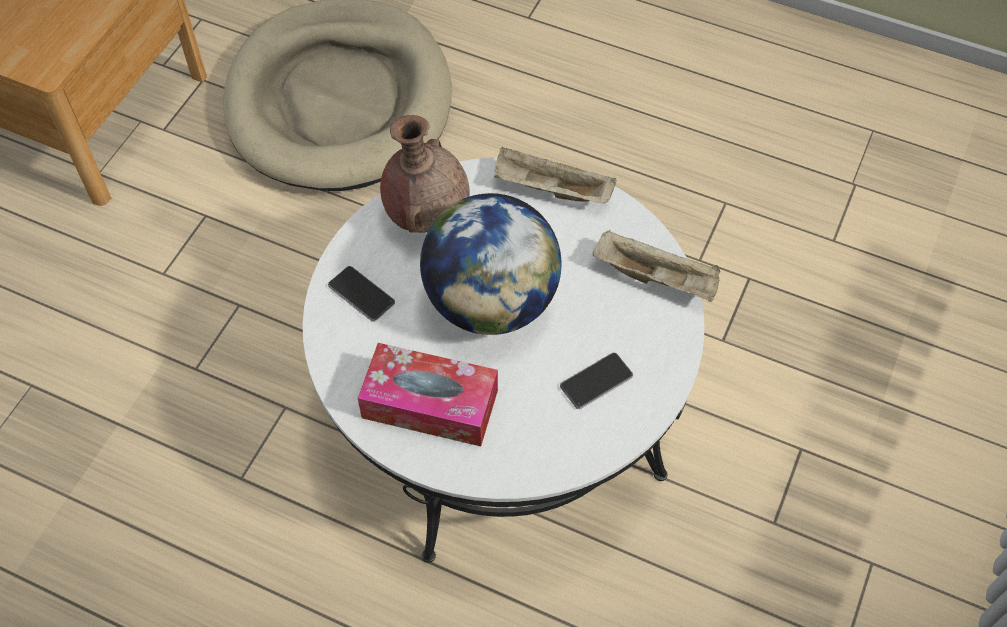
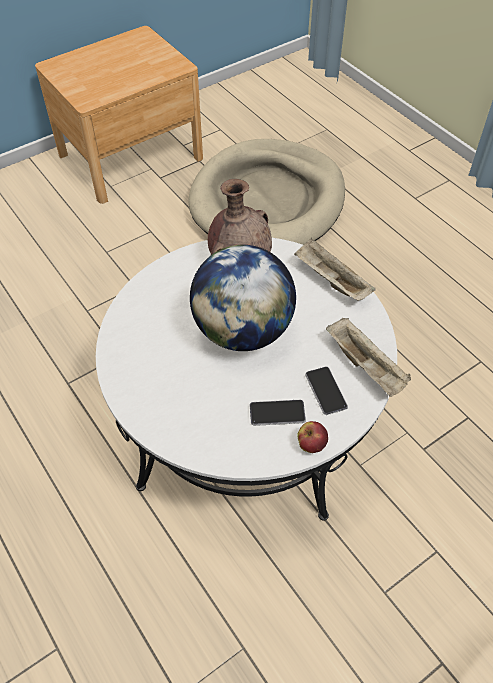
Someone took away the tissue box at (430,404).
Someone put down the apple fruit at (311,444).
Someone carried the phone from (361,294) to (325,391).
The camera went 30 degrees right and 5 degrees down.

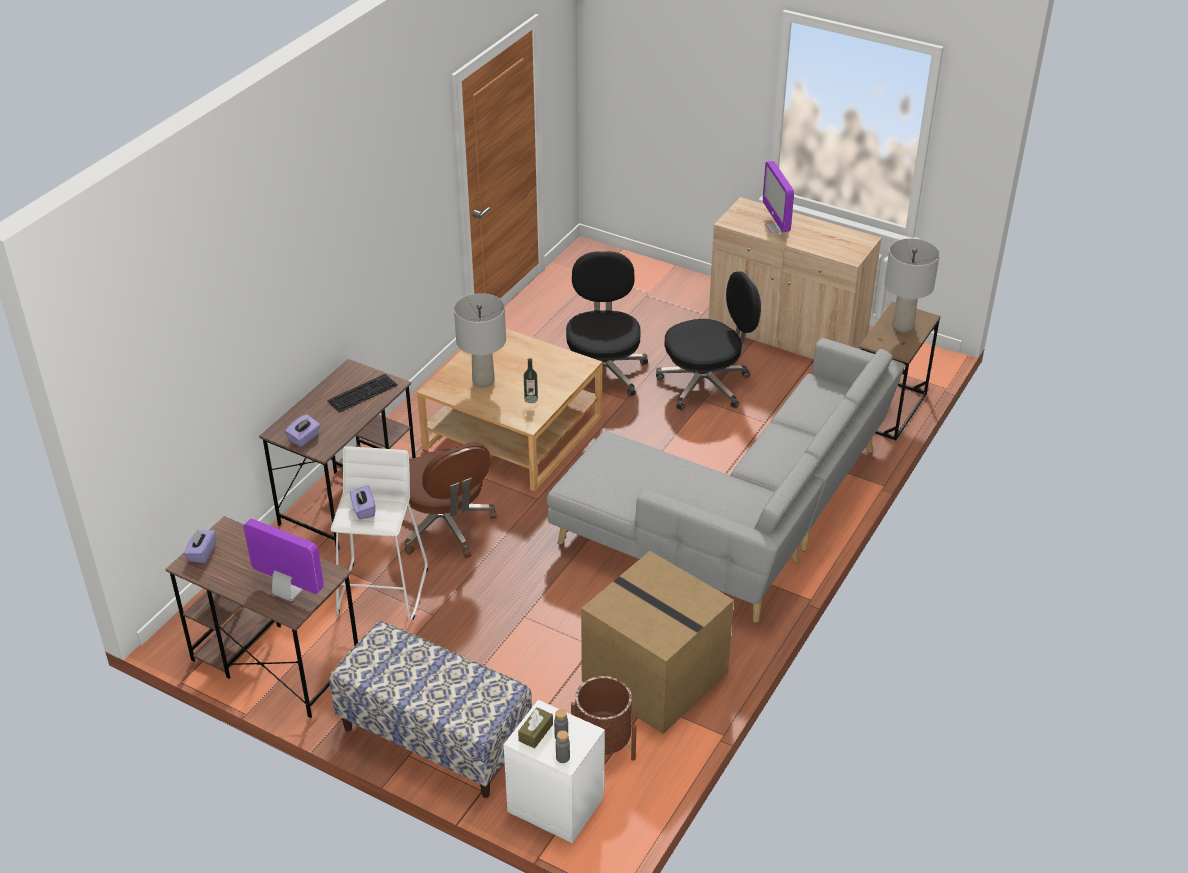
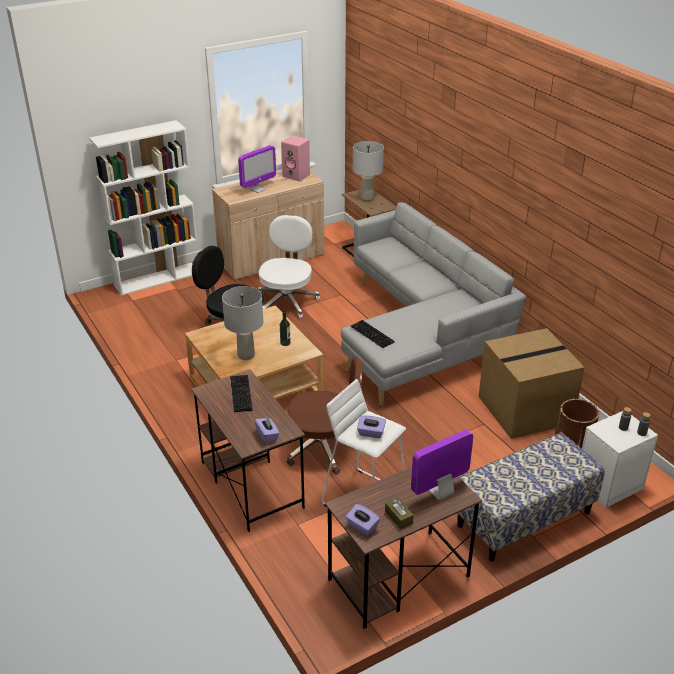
Someone put down the bookshelf in white-coloured at (157,278).
Someone put down the speaker in pink-coloured at (296,175).
Someone put down the keyboard at (373,334).
Someone carried the tissue box in brown-coloured from (535,732) to (398,517).
Someone repainted the desk chair in blackish at (706,385), which became the desk chair in white-coloured at (287,301).
Someone rotated the computer screen at (776,228) by 60 degrees counterclockwise.
The camera went 60 degrees left and 5 degrees down.

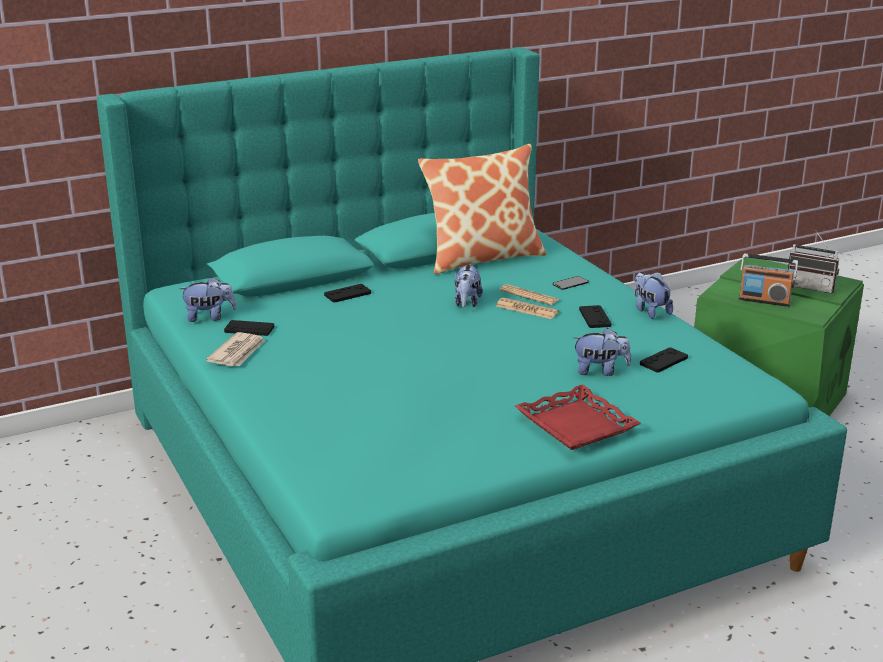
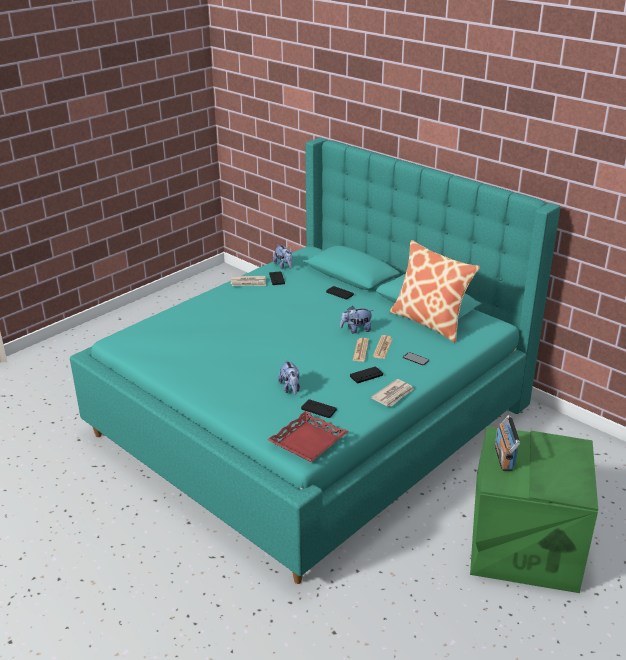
Someone took away the radio at (811,287).
Someone carried the carrying tray in red-coloured from (575,425) to (307,441).
Someone swapped the cuddly toy at (650,311) for the newspaper at (393,395).
The camera went 70 degrees right and 5 degrees up.

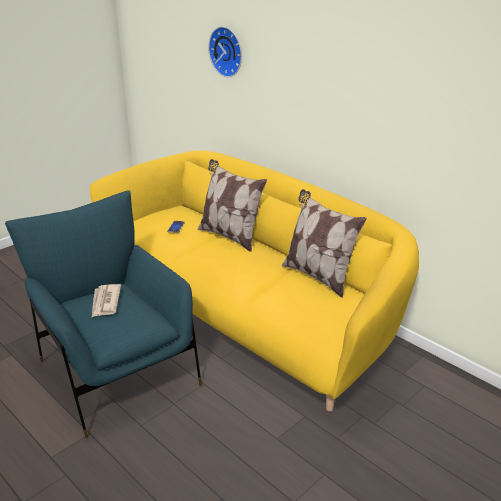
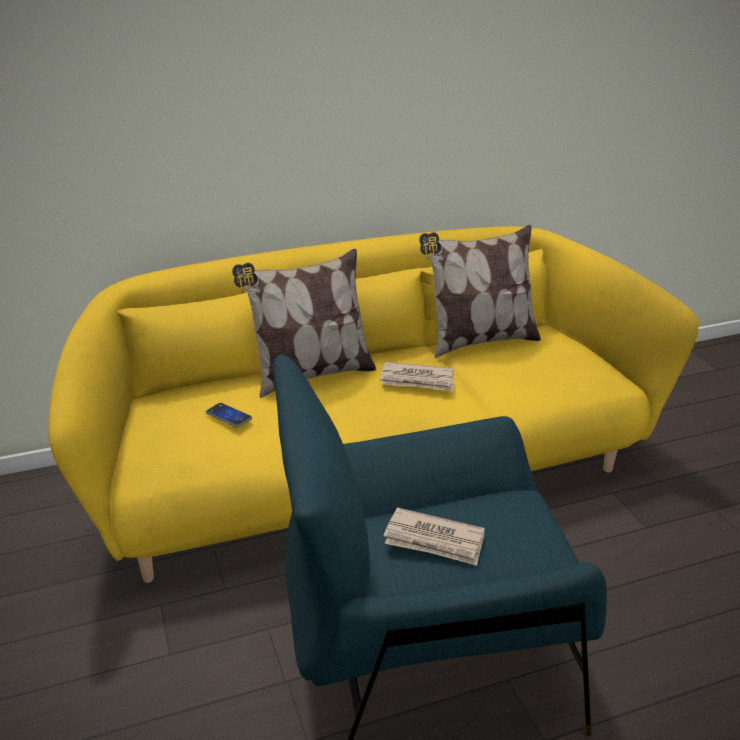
Someone took away the hanging clock at (227,51).
Someone put down the newspaper at (418,380).
The camera went 65 degrees left and 0 degrees up.

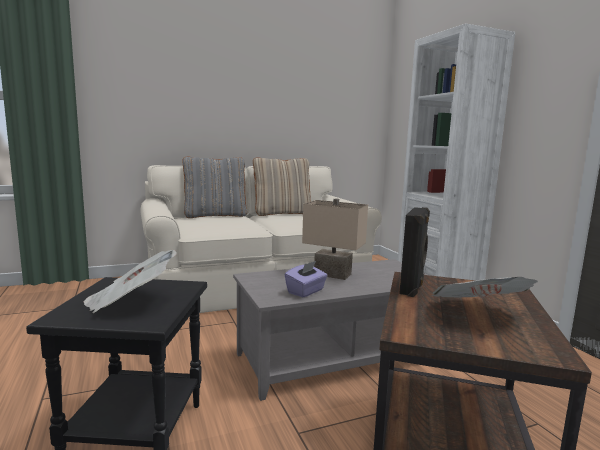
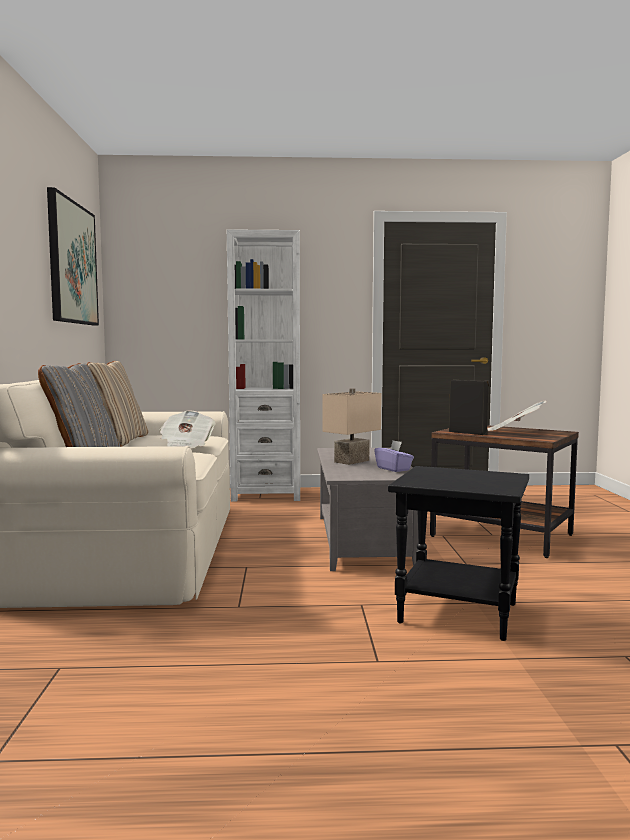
Someone put up the wall art at (72,263).
Someone carried the newspaper from (130,302) to (186,446).
The camera went 70 degrees left and 5 degrees down.

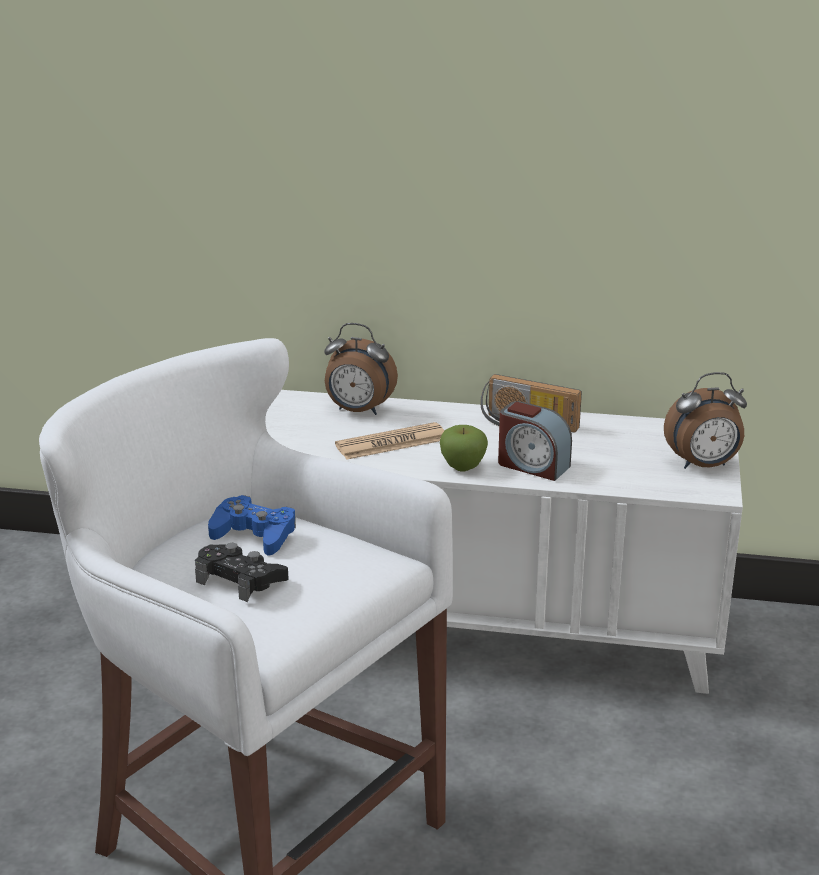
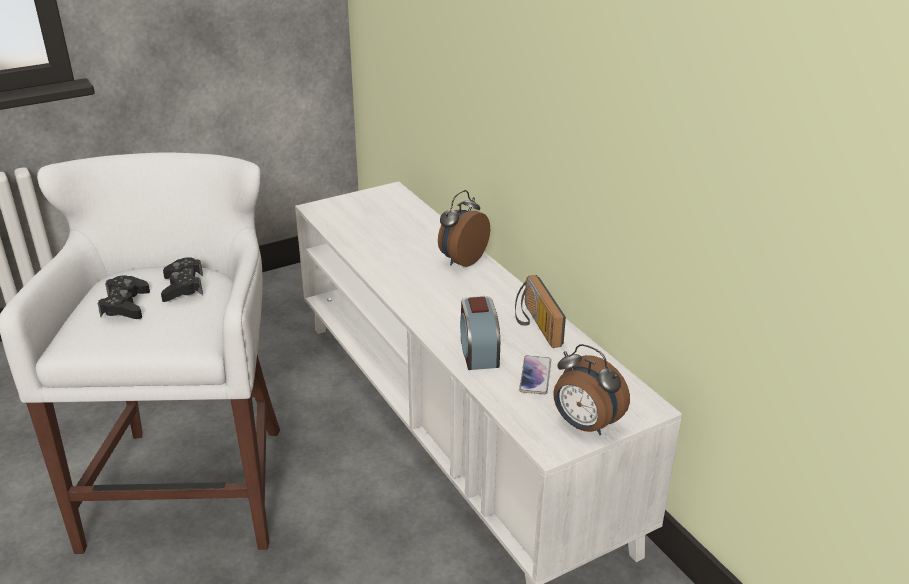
Someone took away the newspaper at (391,443).
Someone took away the apple fruit at (463,467).
Someone put down the phone at (535,376).
Someone repainted the game controller in blue-coloured at (254,534), which became the game controller in blackish at (183,287).
Someone rotated the table clock at (358,411) by 60 degrees clockwise.
The camera went 50 degrees right and 5 degrees up.

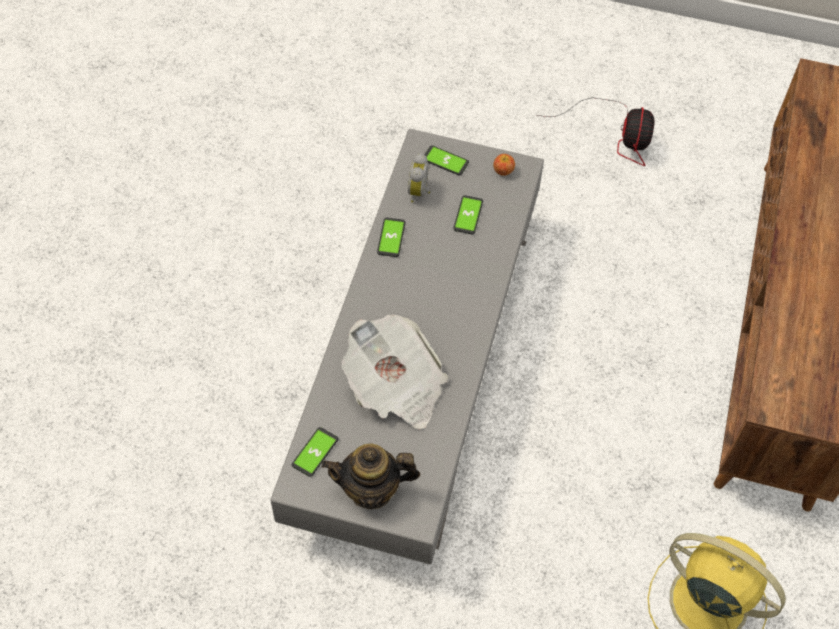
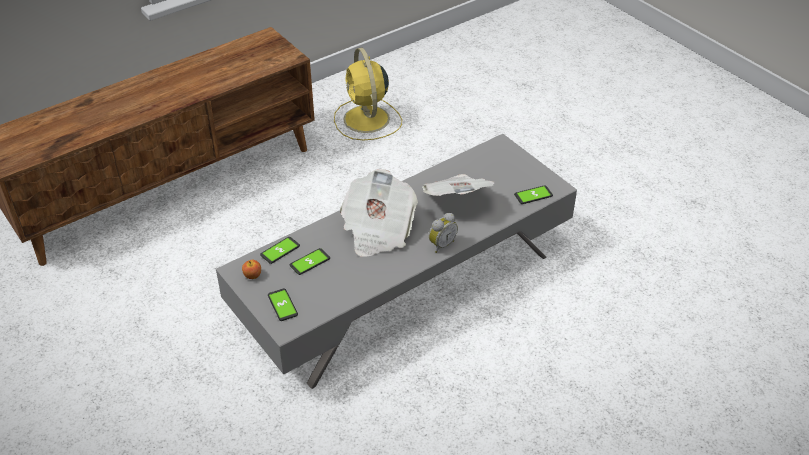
Someone took away the tea pot at (371,489).
Someone took away the electric fan at (617,135).
Someone put down the newspaper at (377,230).
Someone carried the phone from (391,238) to (280,250).
Someone carried the table clock from (420,191) to (441,244).
The camera went 140 degrees left and 15 degrees down.

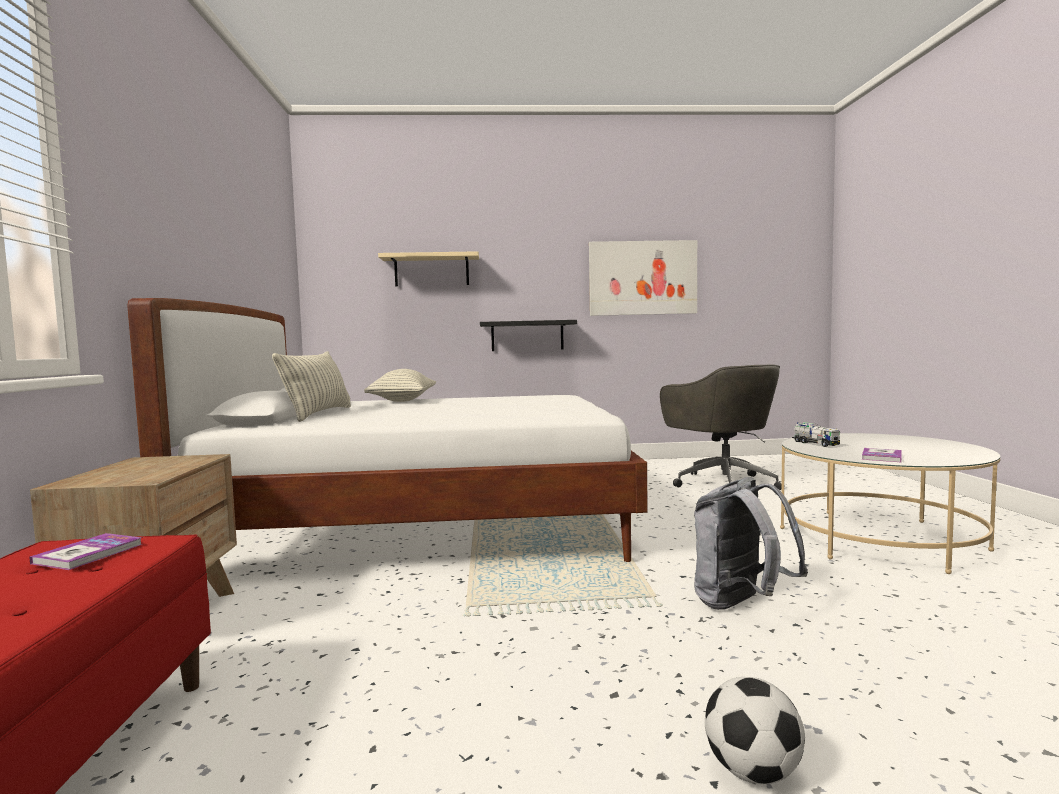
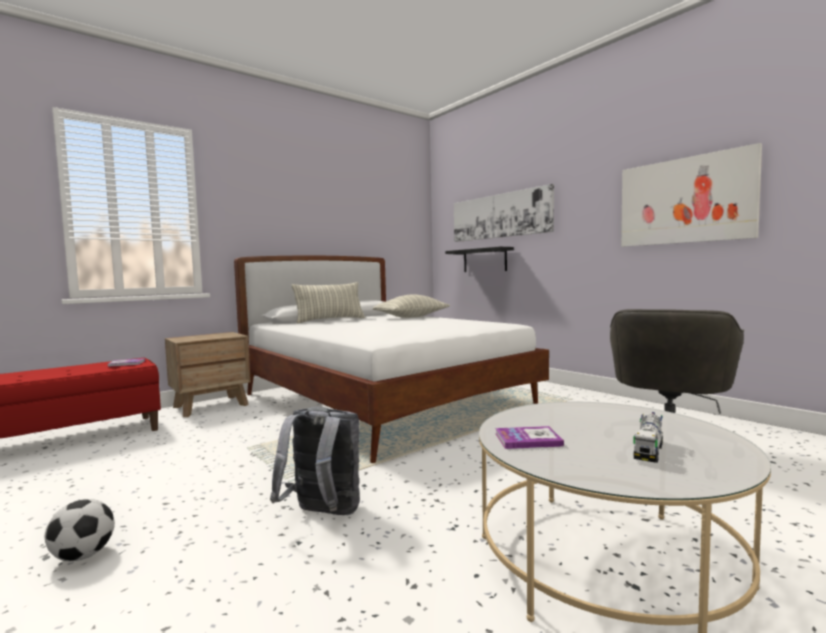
Someone carried the bracket shelf in blackish from (527,336) to (484,260).
Someone carried the toy lorry from (815,443) to (648,451).
Someone swapped the bracket shelf in beige-coloured at (431,271) for the wall art at (499,216).
The camera went 55 degrees right and 0 degrees up.

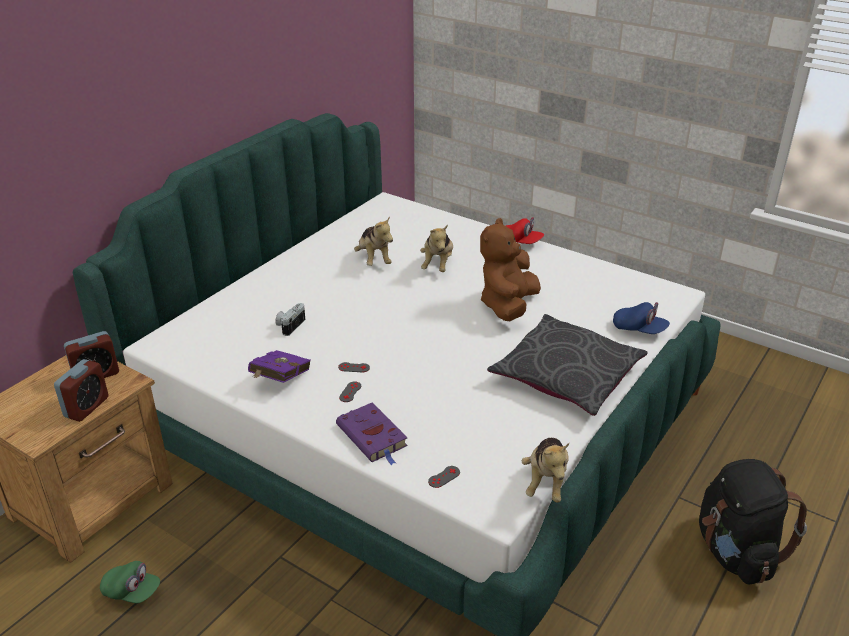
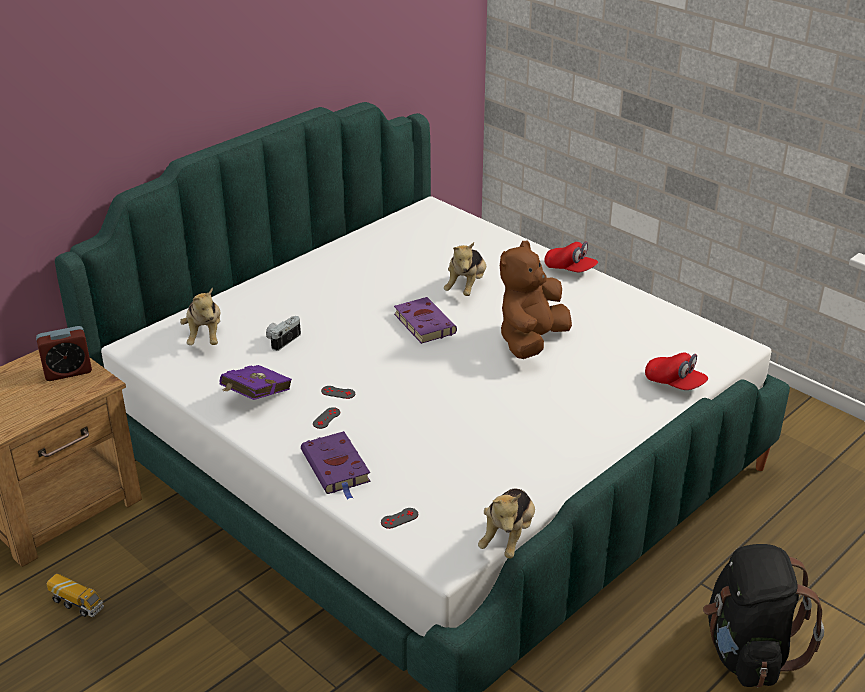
Someone took away the table clock at (86,407).
Someone took away the throw pillow in greyish at (566,375).
Someone put down the book in purplish at (423,323).
Someone carried the cuddly toy from (374,259) to (205,336).
Someone swapped the peaked cap in greenish at (132,591) for the toy lorry at (77,604).
Someone repainted the peaked cap in blue-coloured at (639,329), which became the peaked cap in red-coloured at (674,383).
The camera went 10 degrees right and 0 degrees up.

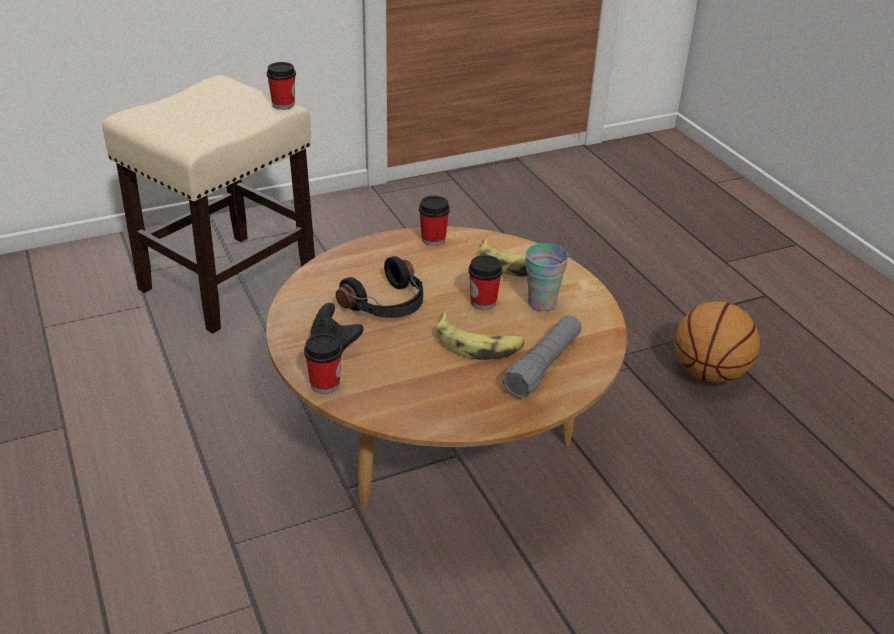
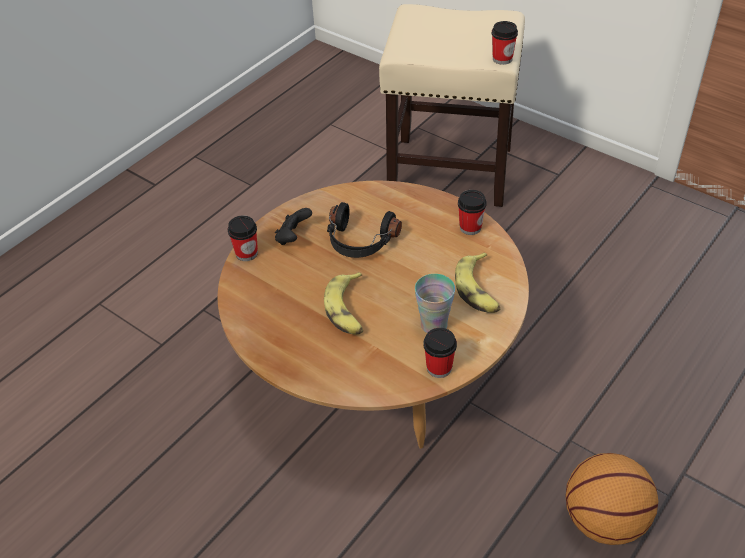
Someone took away the flashlight in greyish at (543,366).
Someone carried the drinking cup from (483,302) to (439,368).
The camera went 65 degrees right and 10 degrees up.

